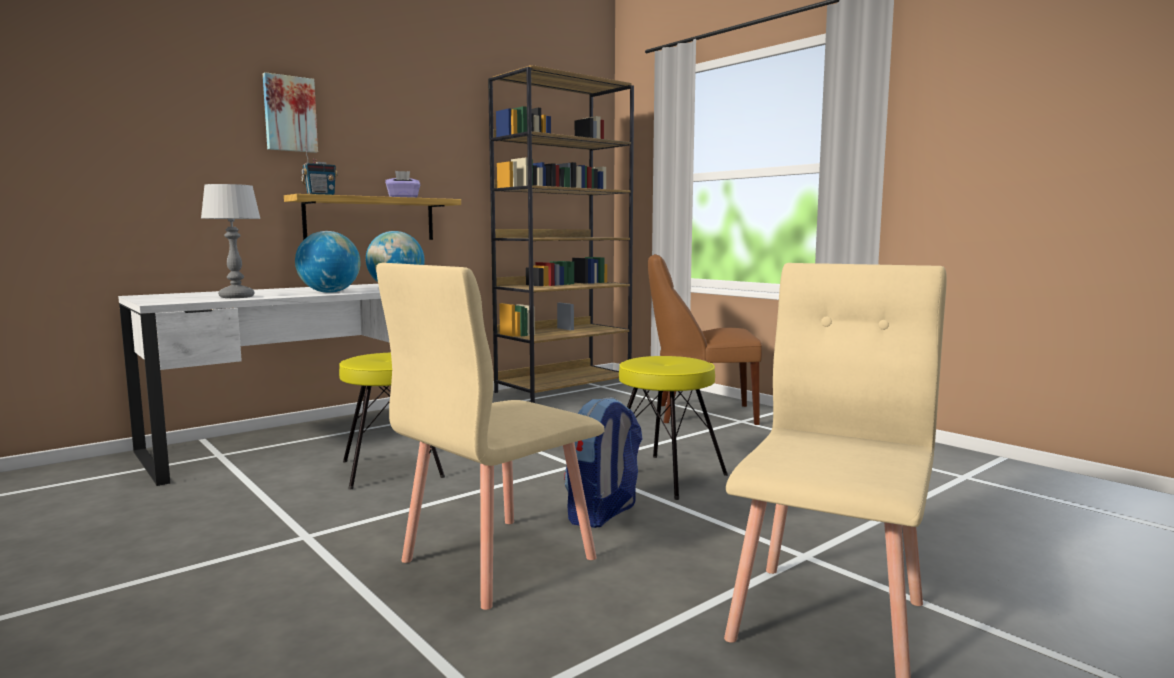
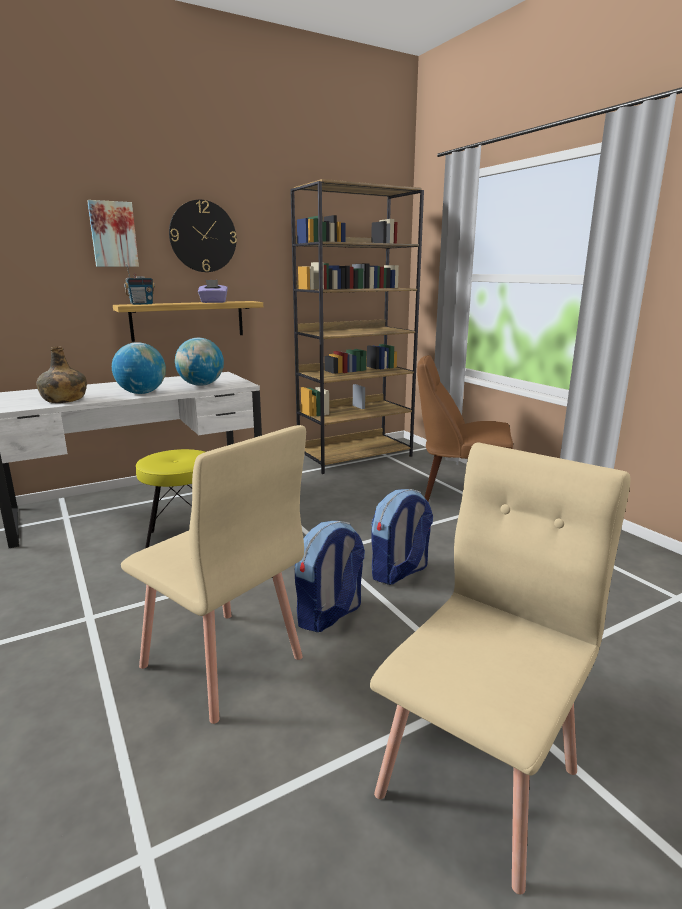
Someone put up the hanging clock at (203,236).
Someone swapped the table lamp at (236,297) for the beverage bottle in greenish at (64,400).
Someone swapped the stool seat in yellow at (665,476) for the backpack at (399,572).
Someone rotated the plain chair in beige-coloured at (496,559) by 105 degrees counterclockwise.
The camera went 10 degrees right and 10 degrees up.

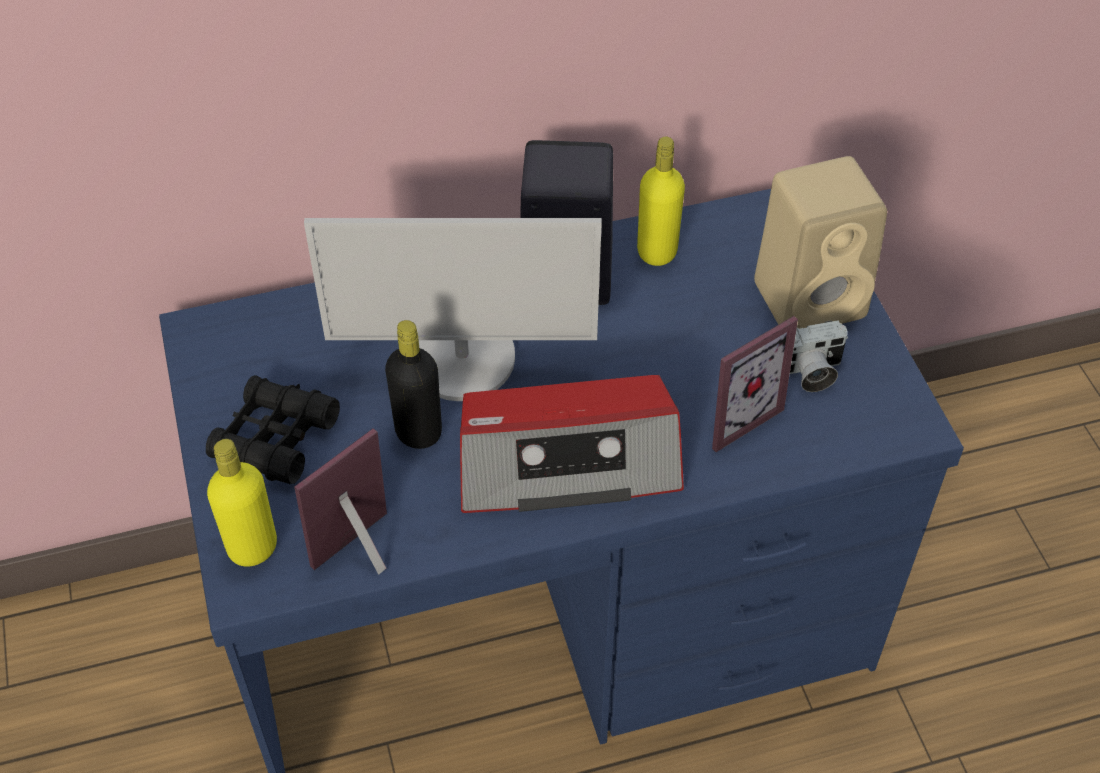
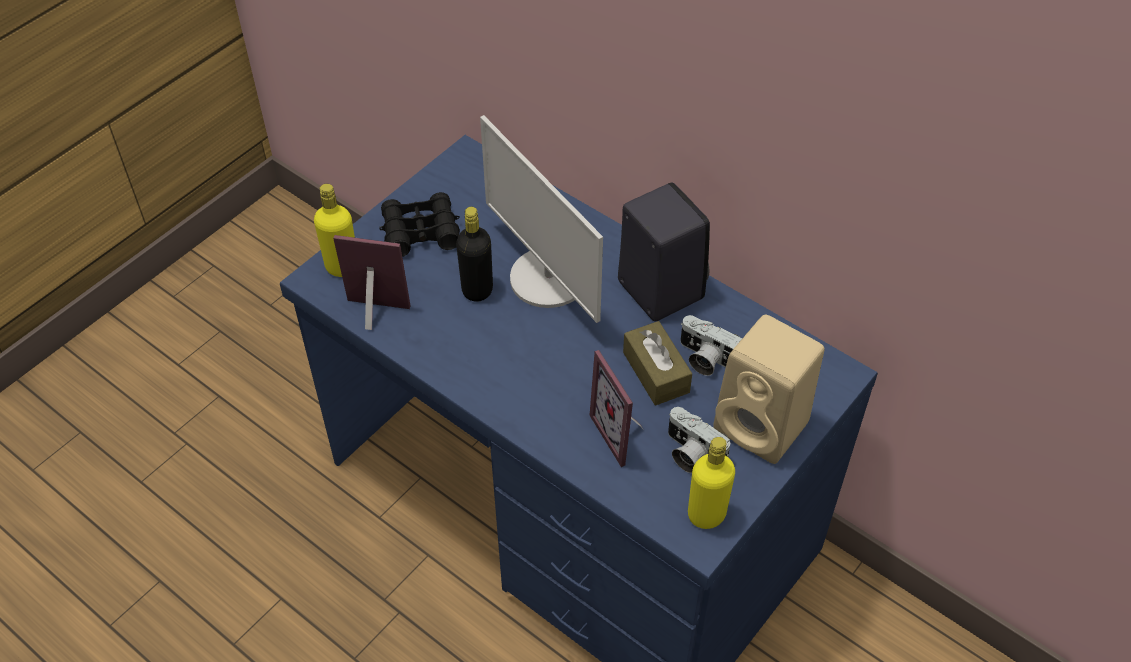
Someone took away the radio at (567,462).
Someone put down the tissue box in brown-coloured at (656,372).
Someone put down the still camera at (705,358).
Someone carried the beverage bottle in yellow from (657,252) to (706,514).
Someone rotated the standing frame at (733,414) by 45 degrees clockwise.
The camera went 55 degrees right and 0 degrees up.

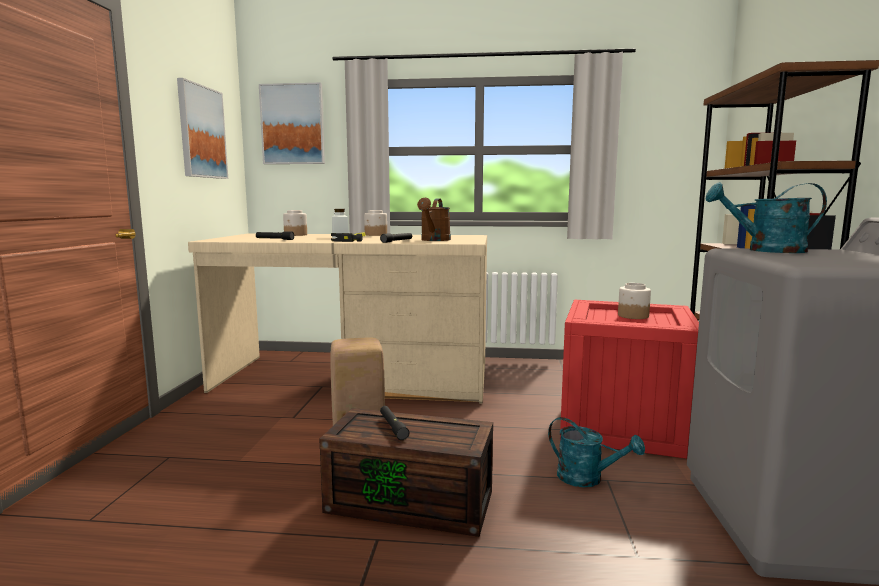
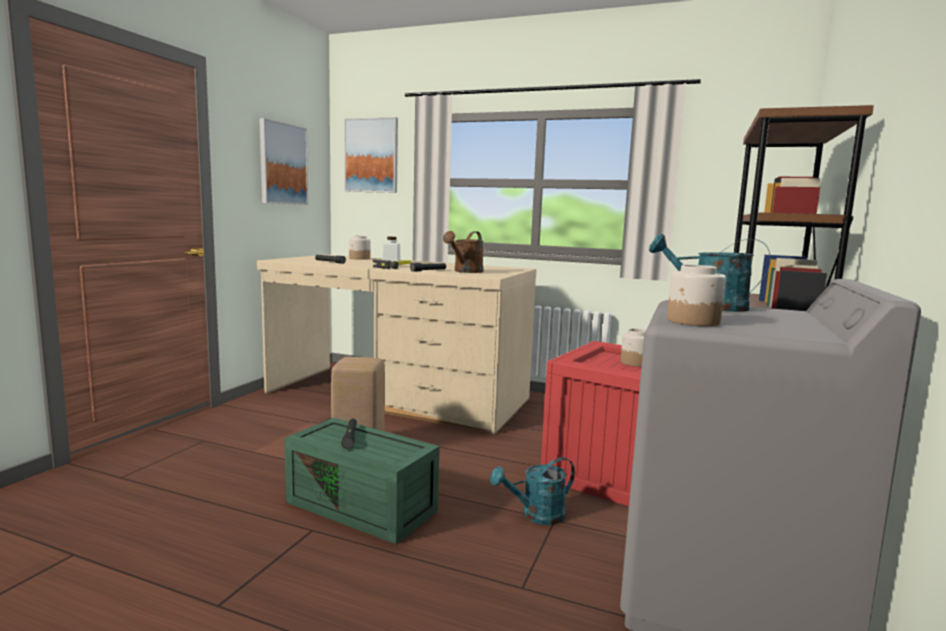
Someone carried the jar from (376,235) to (693,321).
Someone repainted the storage box in brown-coloured at (413,501), which became the storage box in greenish at (364,506).
Someone rotated the sprinkling can in blue-green at (587,479) by 105 degrees clockwise.
The camera went 15 degrees right and 0 degrees up.

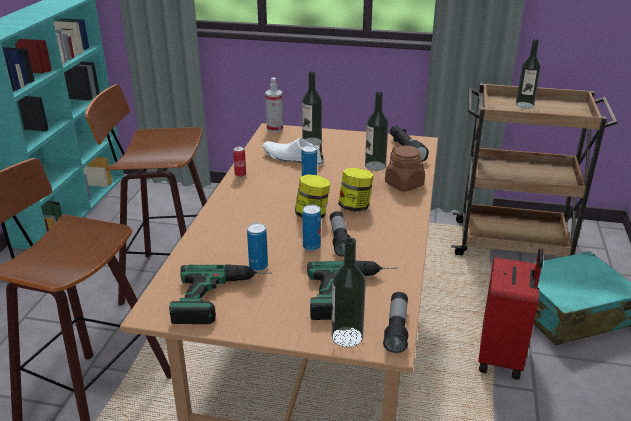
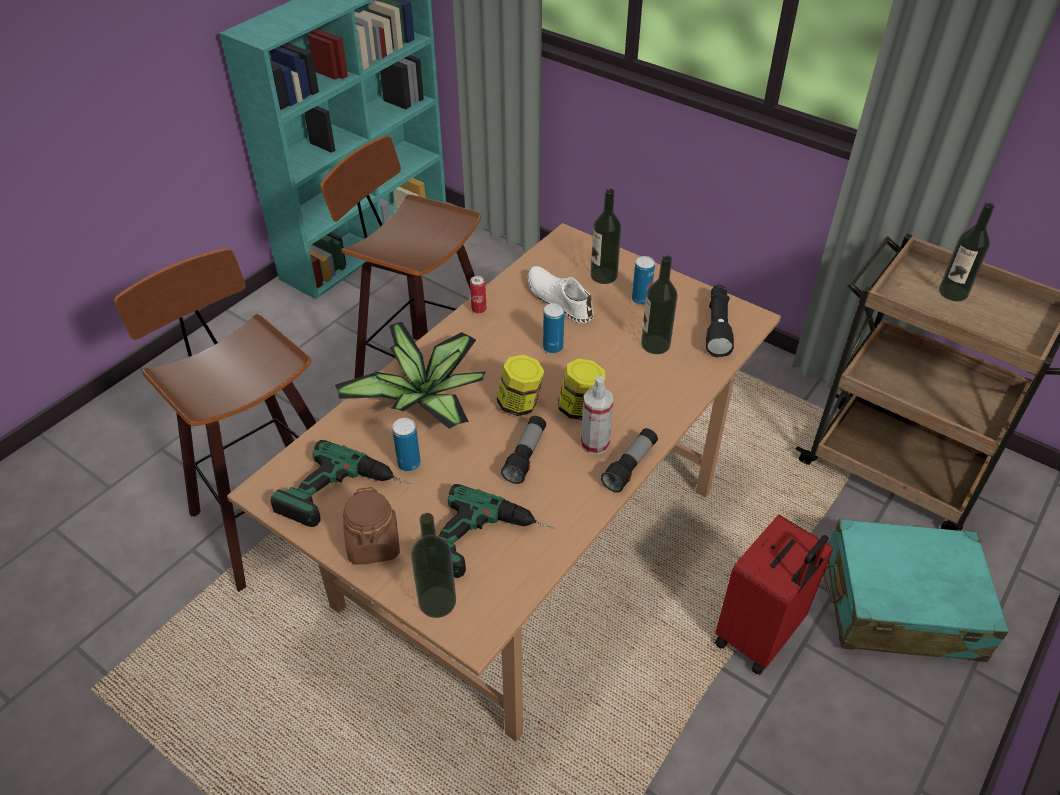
Someone put down the houseplant at (425,399).
Someone carried the sprayer from (275,129) to (595,444).
Someone carried the sealed can from (311,246) to (641,299).
Someone carried the flashlight from (396,329) to (630,466).
Someone carried the jar in brown-coloured from (404,184) to (373,544).
The camera went 25 degrees right and 15 degrees up.

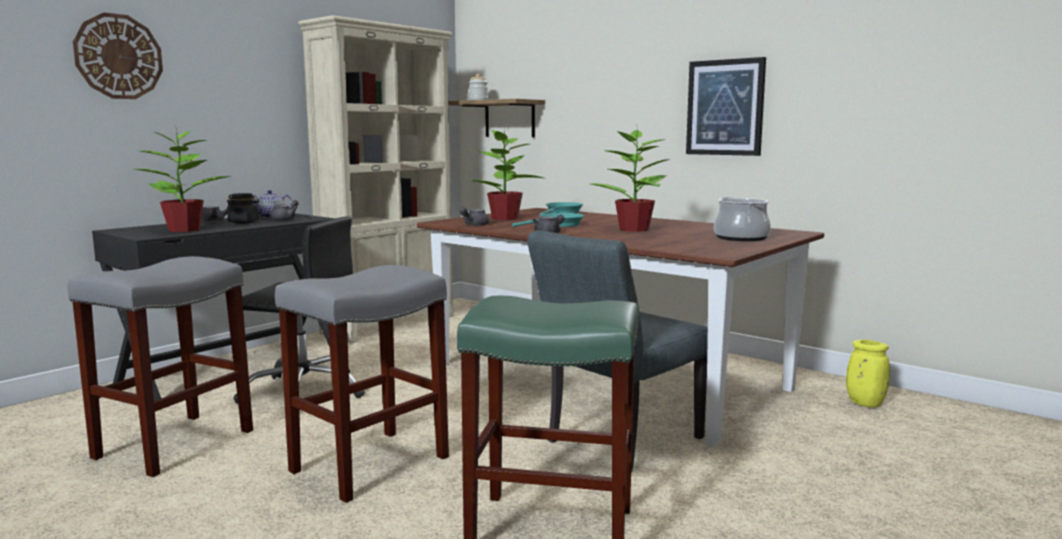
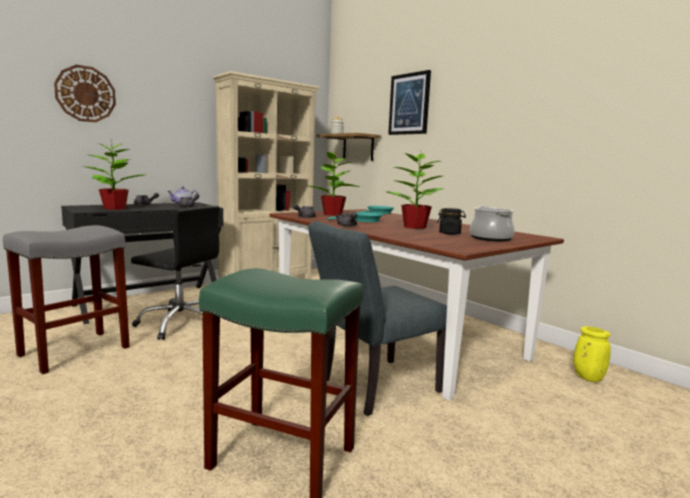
Someone took away the stool seat in greyish at (371,463).
Someone carried the jar in blackish from (244,222) to (450,233).
Someone carried the wall art from (725,107) to (409,104).
The camera went 10 degrees right and 0 degrees up.

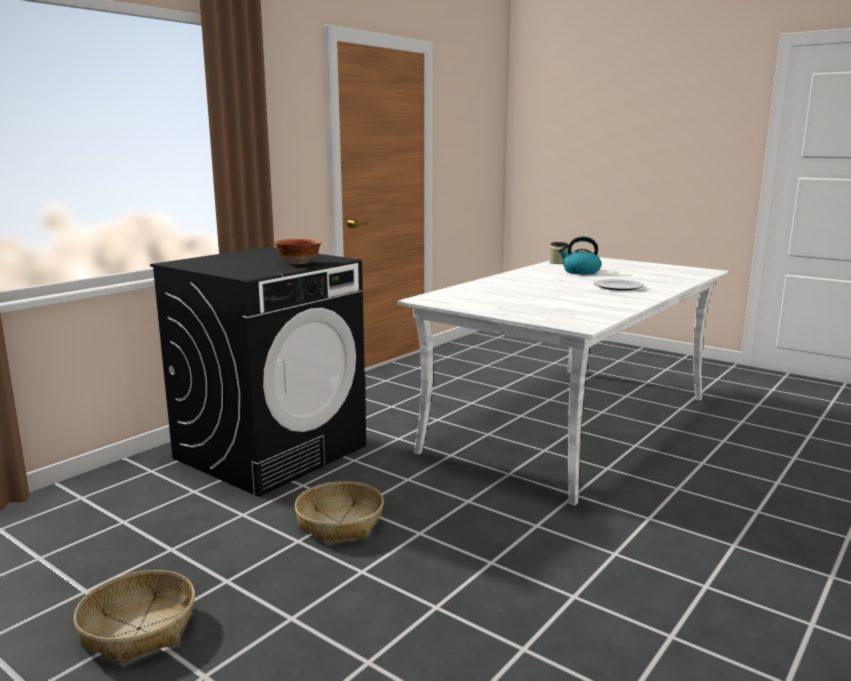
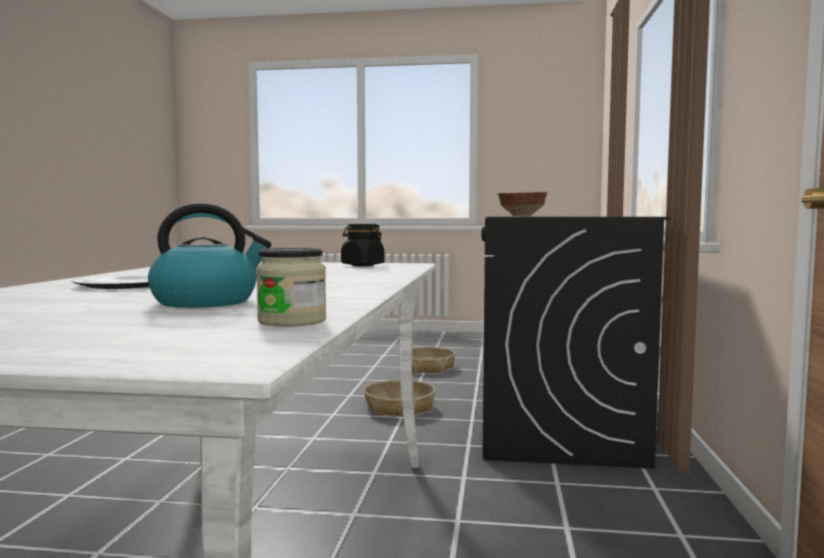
Someone put down the jar in blackish at (362,265).
The camera went 150 degrees right and 10 degrees down.

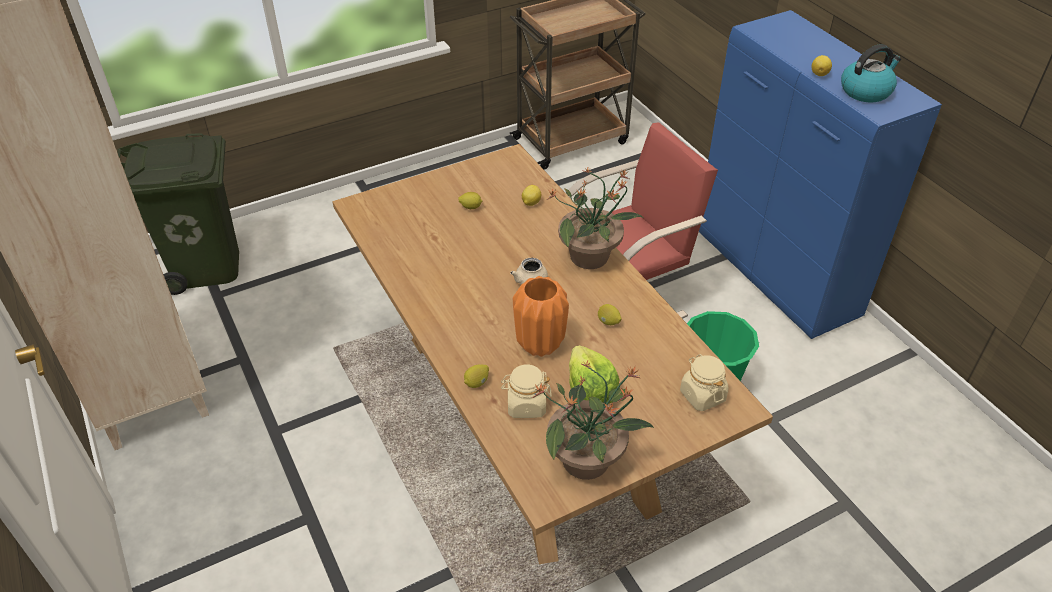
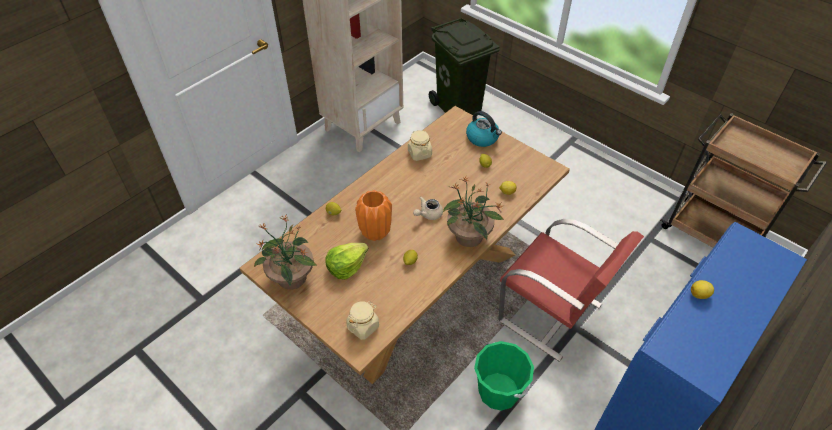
Someone carried the jar in beige-coloured from (526,405) to (419,153).
Someone carried the tea kettle from (866,91) to (483,138).
The camera went 70 degrees right and 5 degrees up.

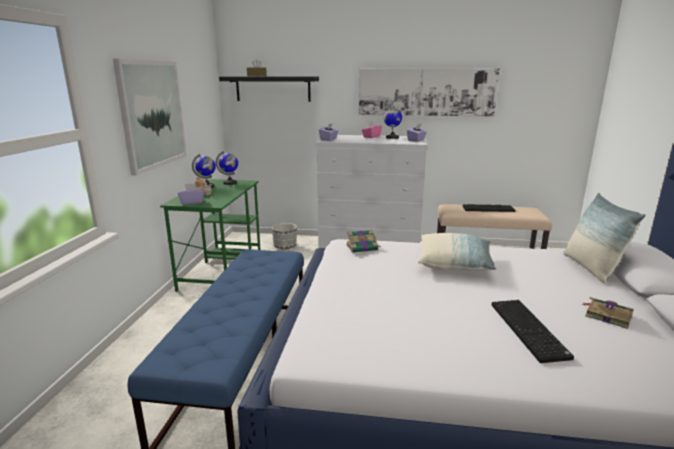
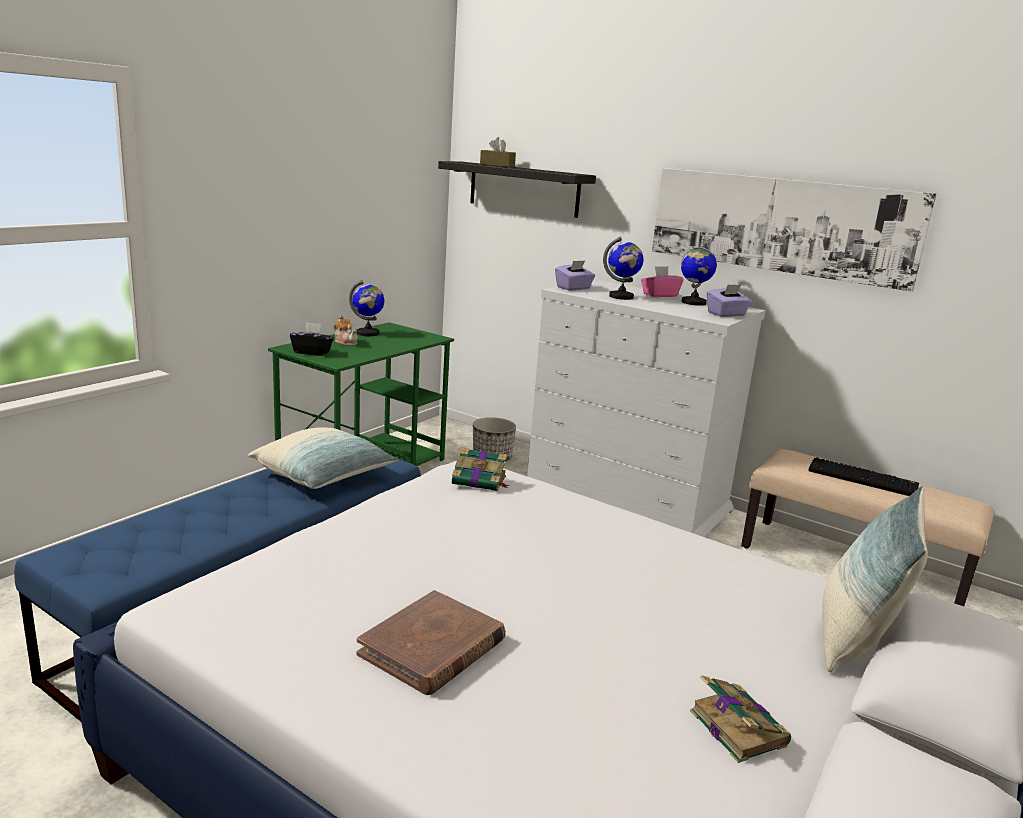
Someone took away the wall art at (152,114).
Someone took away the keyboard at (530,330).
Someone put down the book in brown-coloured at (432,647).
Someone carried the globe from (230,183) to (621,297).
Someone carried the throw pillow from (454,264) to (324,476).
Someone repainted the tissue box in purplish at (192,202), which became the tissue box in blackish at (312,352).
The camera went 25 degrees right and 0 degrees up.

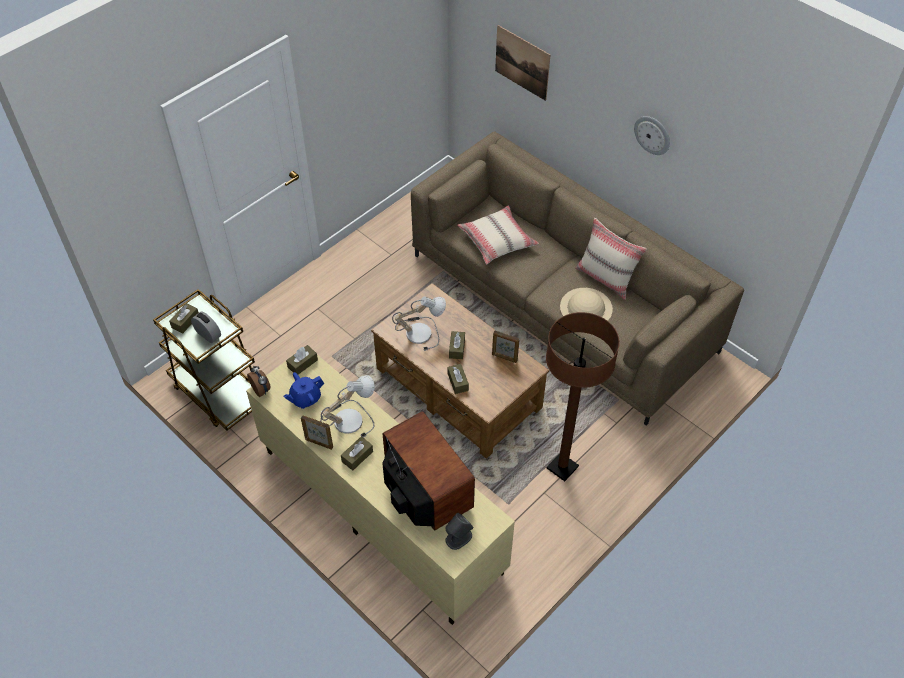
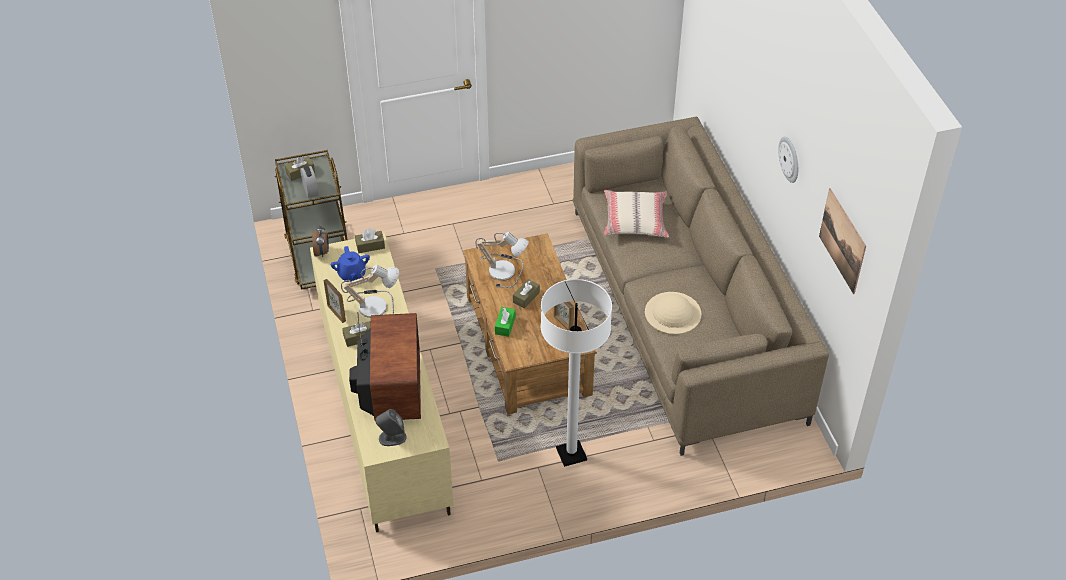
Someone took away the throw pillow in beige-coloured at (606,278).
Someone carried the wall art from (522,62) to (842,240).
Someone repainted the tissue box in brown-coloured at (458,382), which became the tissue box in greenish at (505,325).
Someone repainted the standard lamp in brown-coloured at (562,467), which became the standard lamp in white-coloured at (571,454).
Someone rotated the tea pot in blue-coloured at (305,398) by 105 degrees counterclockwise.
The camera went 30 degrees right and 5 degrees down.

